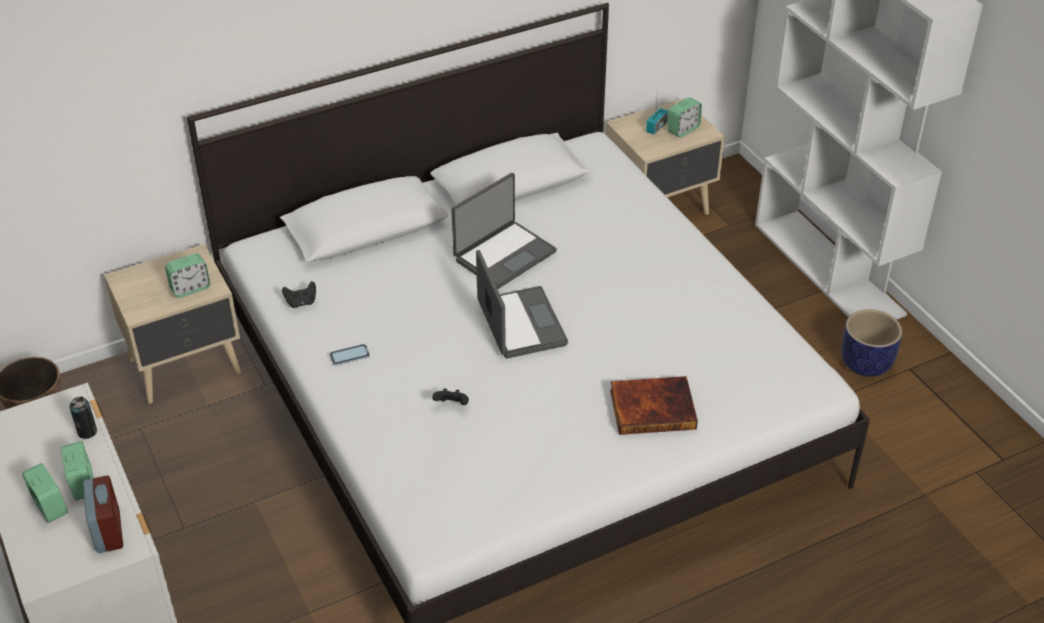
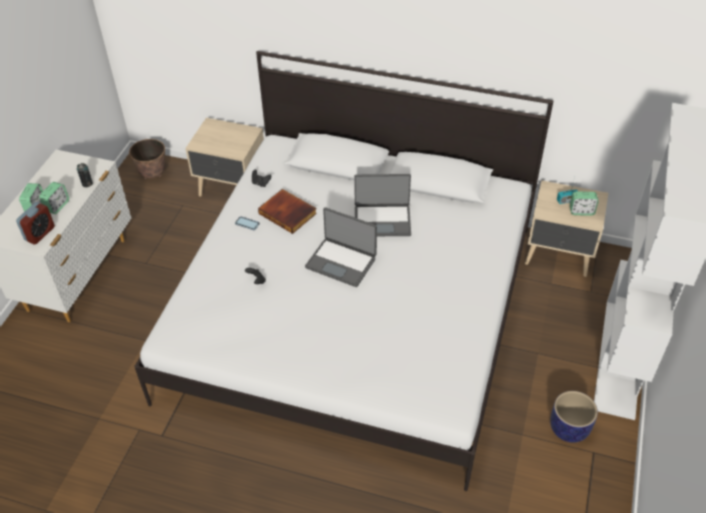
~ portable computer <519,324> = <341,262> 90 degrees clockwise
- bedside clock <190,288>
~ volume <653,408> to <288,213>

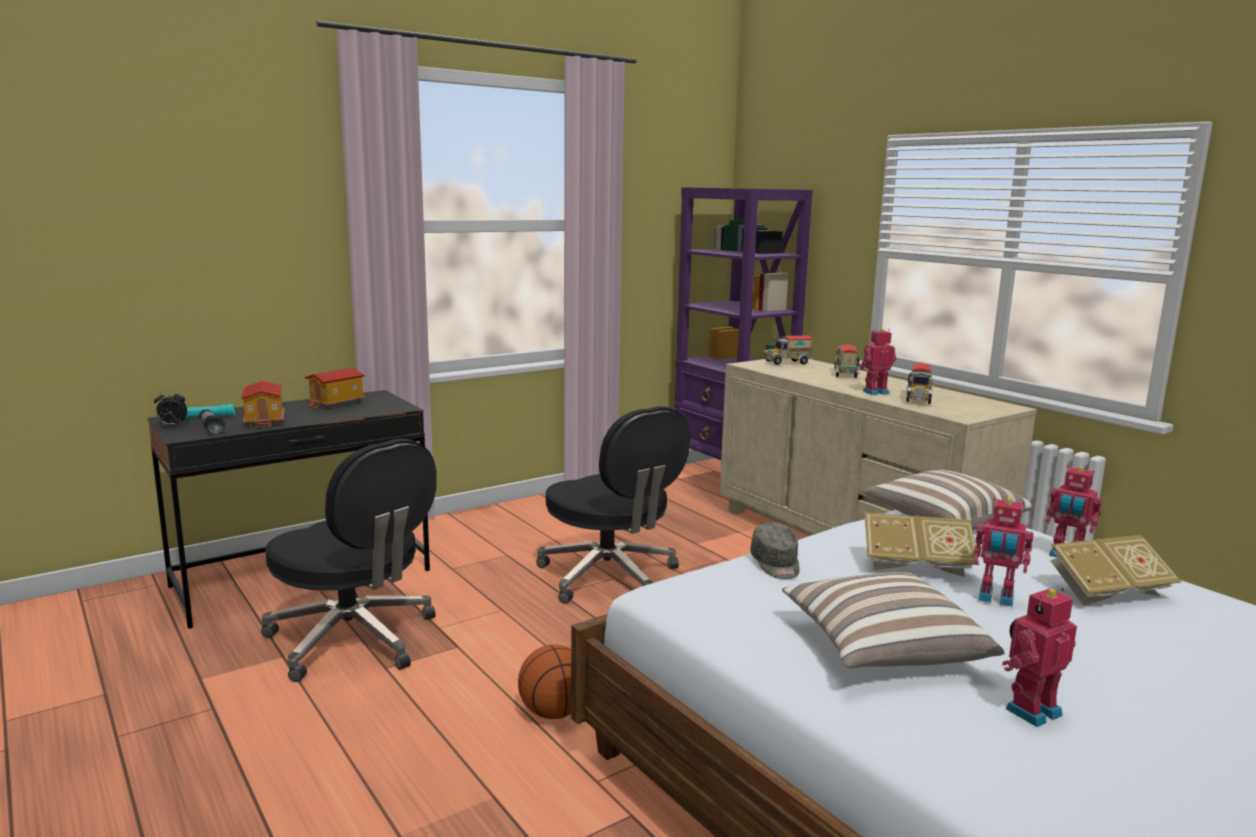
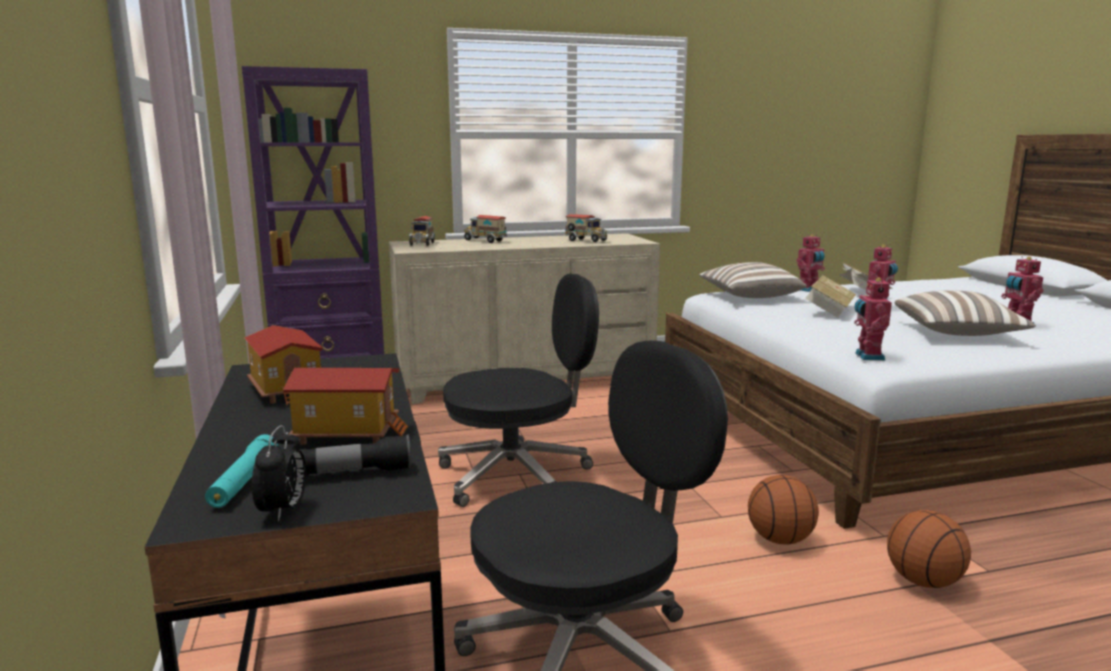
~ toy robot <874,392> to <867,356>
- gray cap <776,564>
+ basketball <923,581>

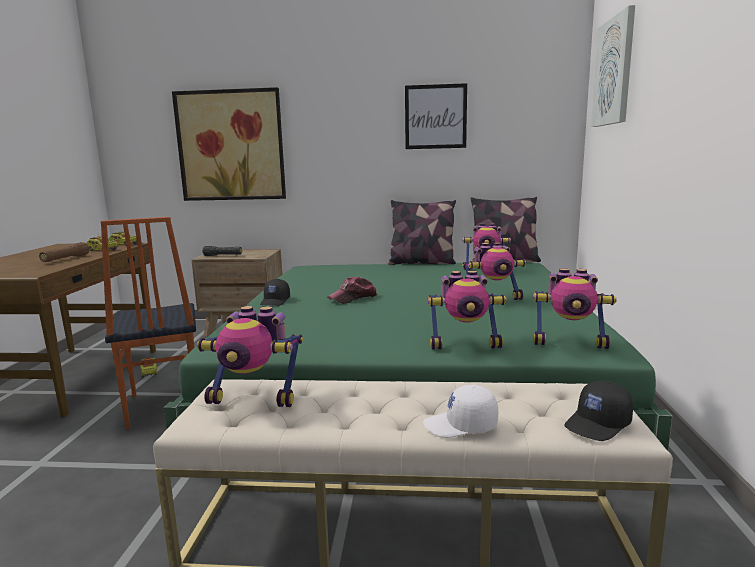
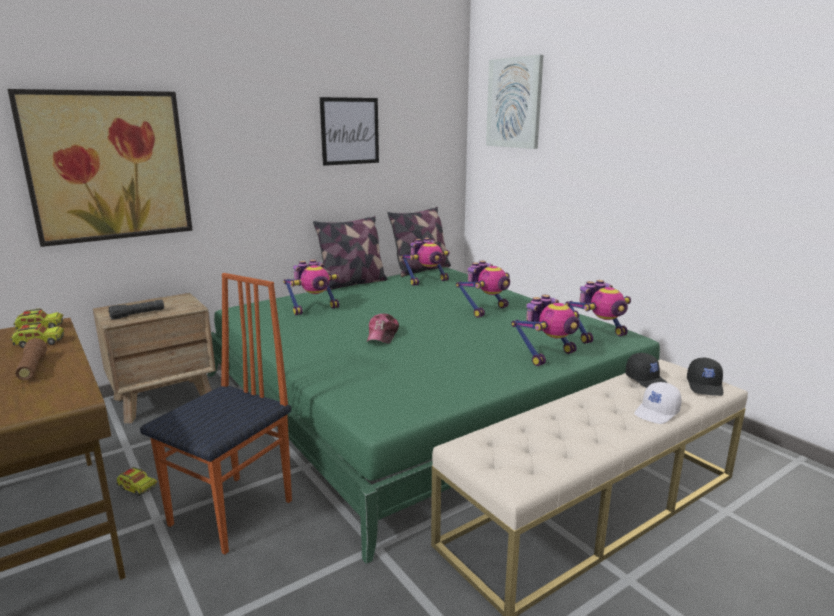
~ plain chair <163,406> = <234,512> 90 degrees counterclockwise
~ blackish cap <275,301> to <647,380>
~ toy robot <254,398> to <314,309>

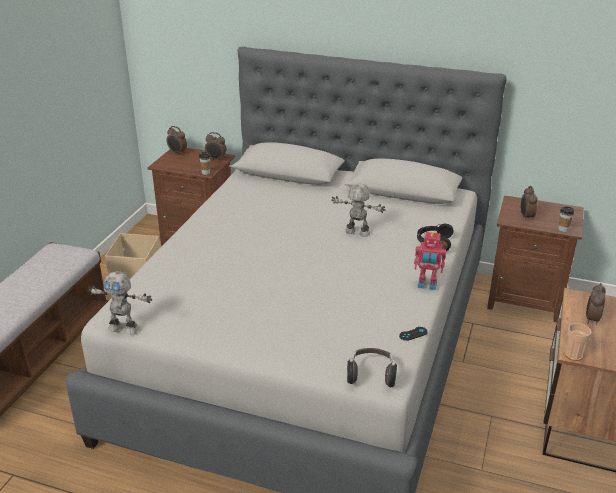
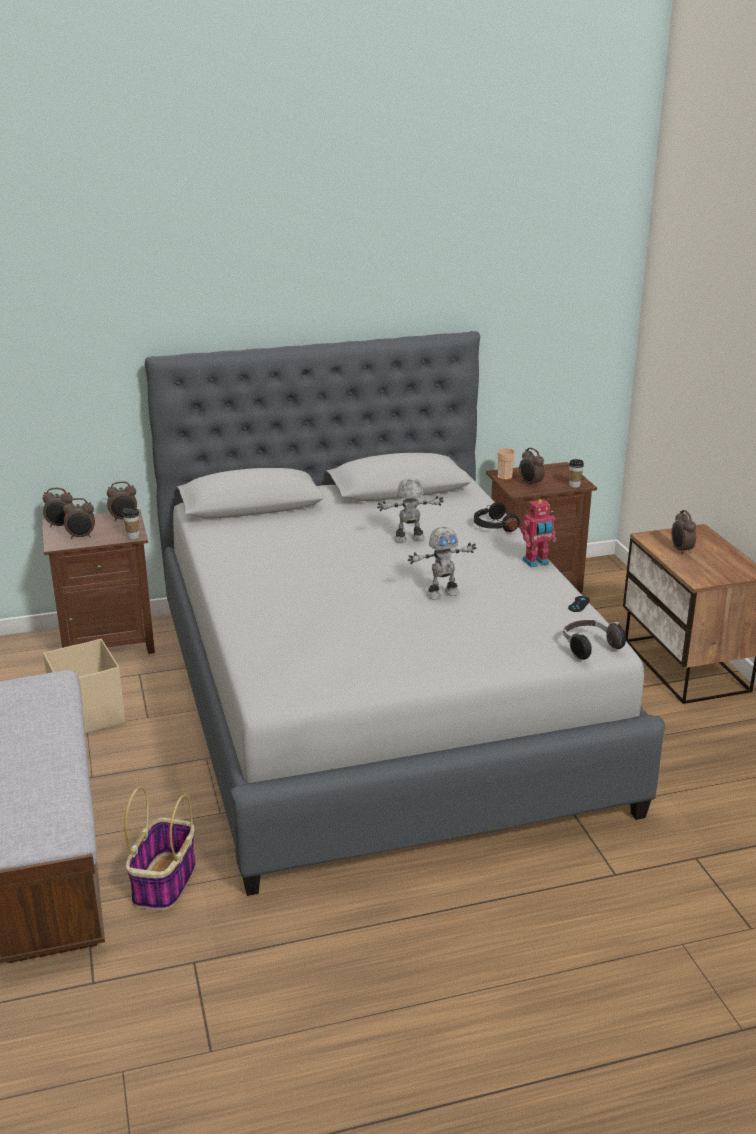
~ toy robot <124,328> to <441,593>
~ small cup <573,355> to <504,477>
+ bedside clock <81,537>
+ basket <164,883>

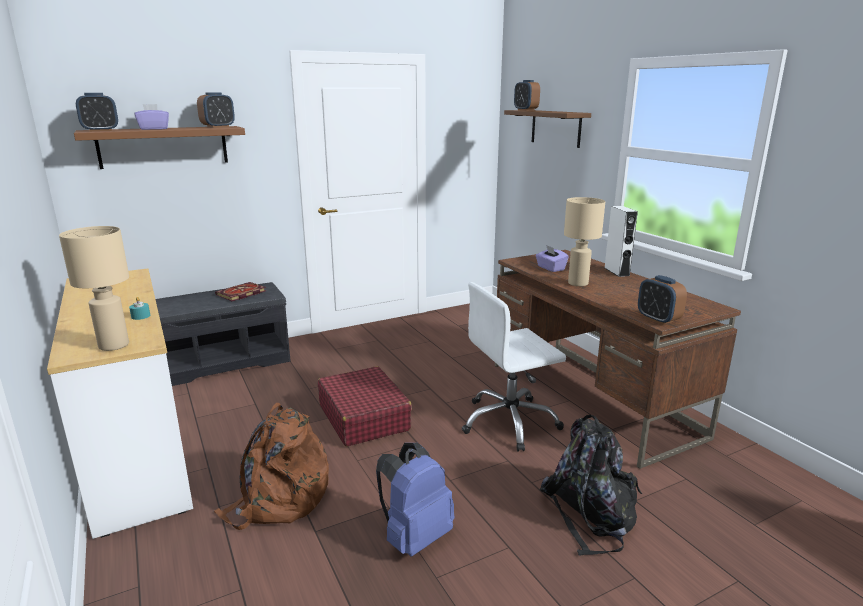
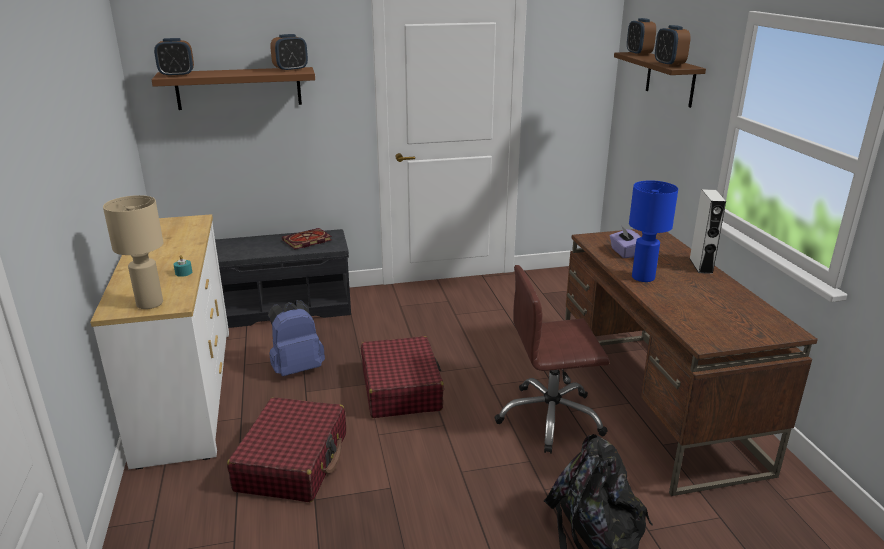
- purple tissue holder <153,129>
~ beige-coloured tabletop lamp <578,283> to blue-coloured tabletop lamp <643,277>
~ bedside clock <658,319> to <669,65>
~ white office chair <509,422> to brown-coloured office chair <550,418>
~ brown-coloured rucksack <279,499> to reddish travel case <293,461>
~ blue-coloured rucksack <414,537> to <297,368>

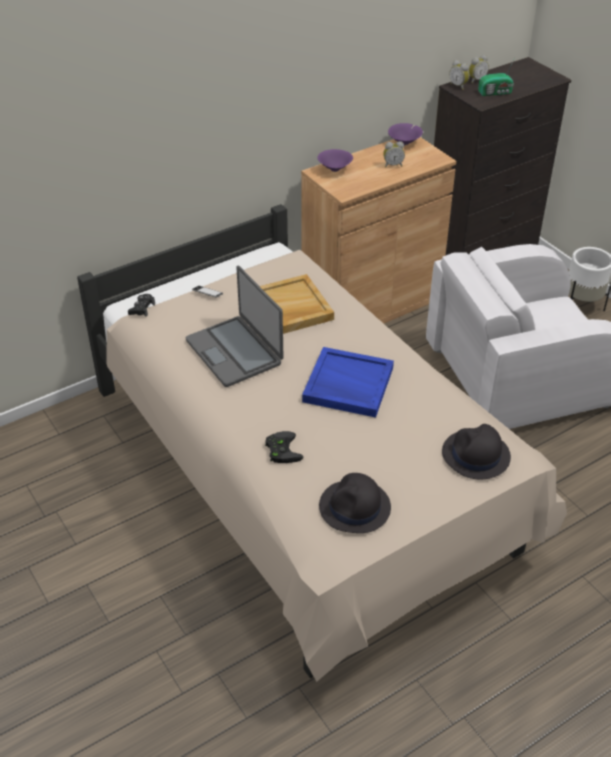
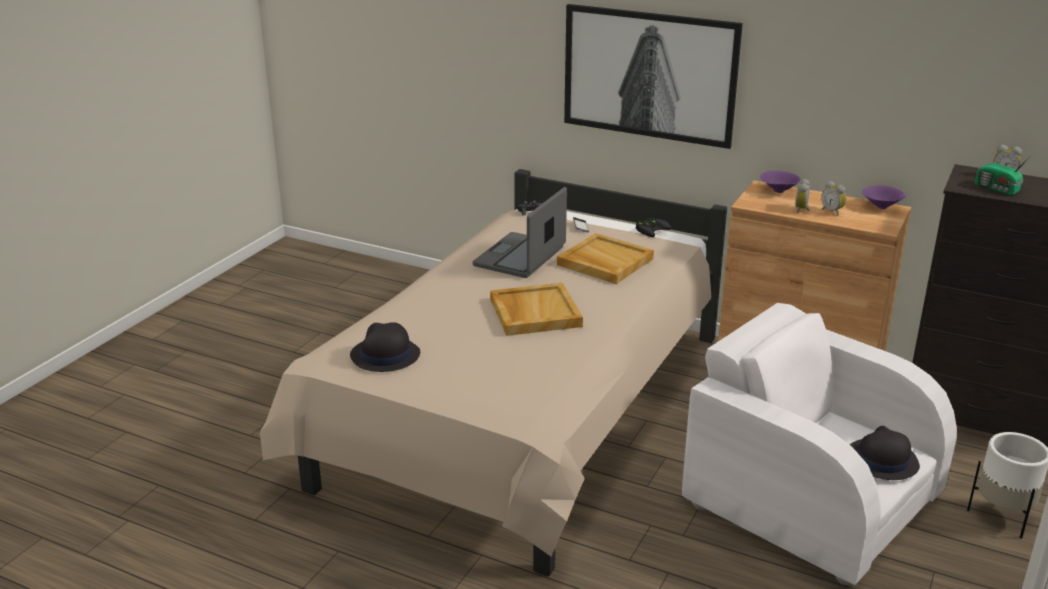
~ bedside clock <458,86> to <802,210>
~ blue-coloured carrying tray <347,385> to beige-coloured carrying tray <534,312>
~ blackish hat <475,455> to <882,460>
~ blackish joypad <281,449> to <651,229>
+ wall picture <649,75>

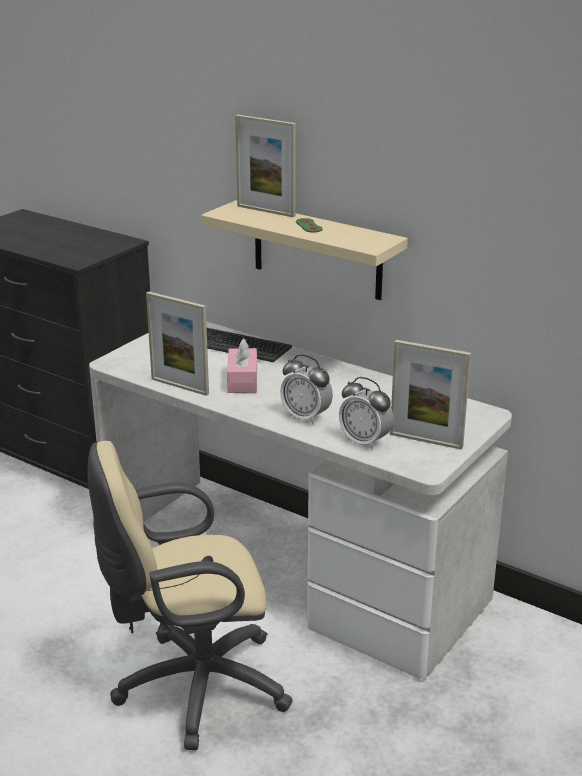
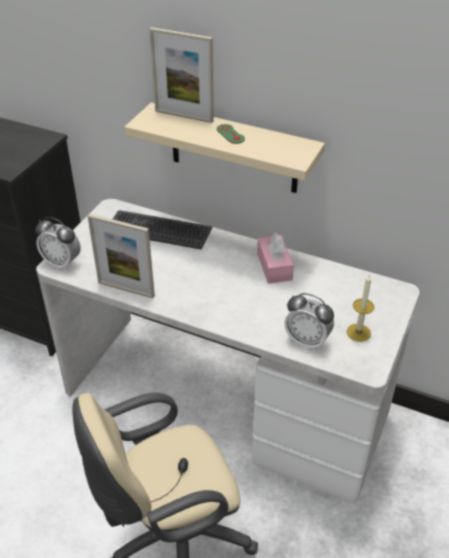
~ pinkish tissue holder <242,380> to <274,266>
~ standing frame <426,441> to wax candle <358,332>
~ bedside clock <306,417> to <62,262>

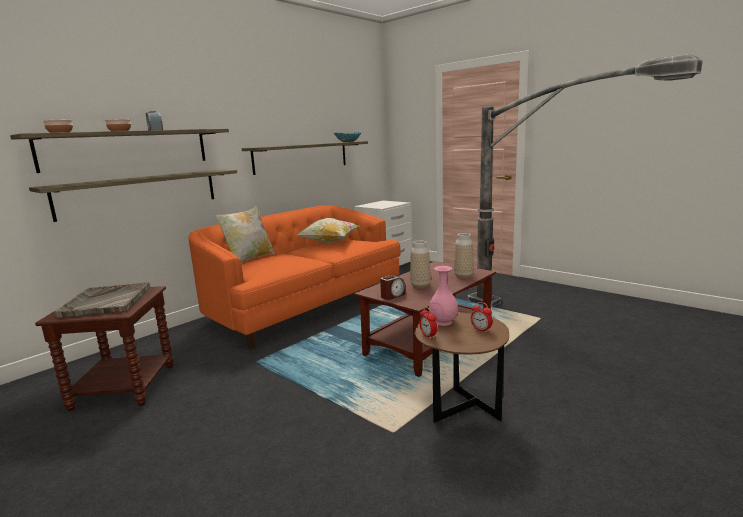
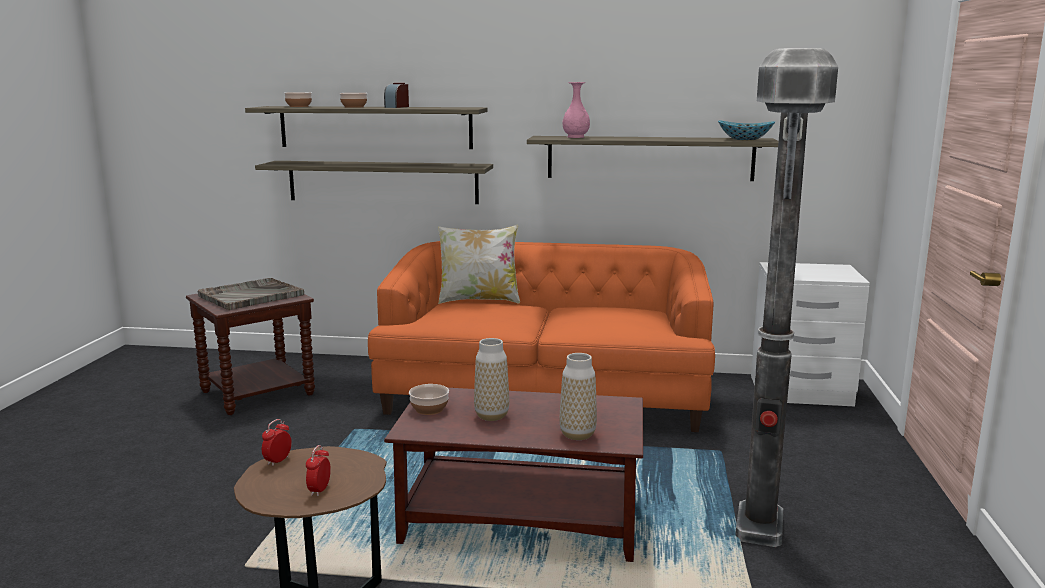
- throw pillow <329,242>
~ pinkish flower vase <443,322> to <576,137>
~ bedside clock <392,296> to bowl <430,409>

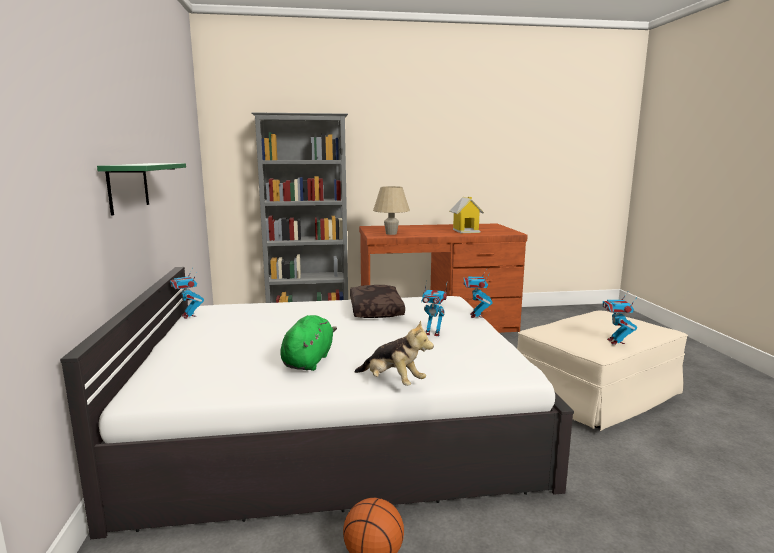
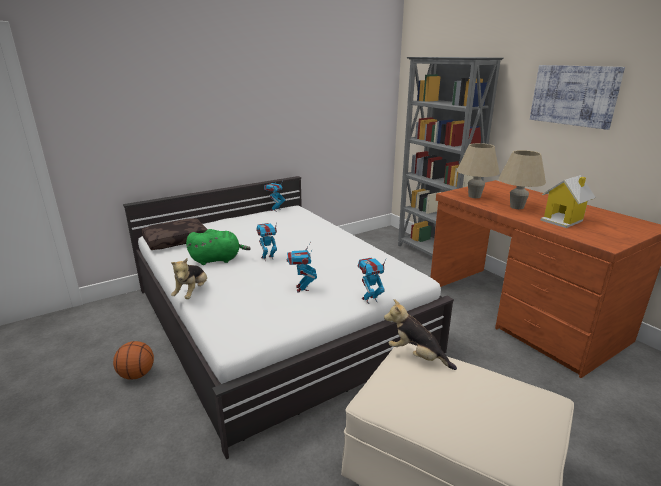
- green-coloured shelf <128,187>
~ brown-coloured throw pillow <374,310> to <176,240>
~ toy robot <616,342> to <268,258>
+ wall picture <573,95>
+ beige-coloured tabletop lamp <516,207>
+ soft toy <416,356>

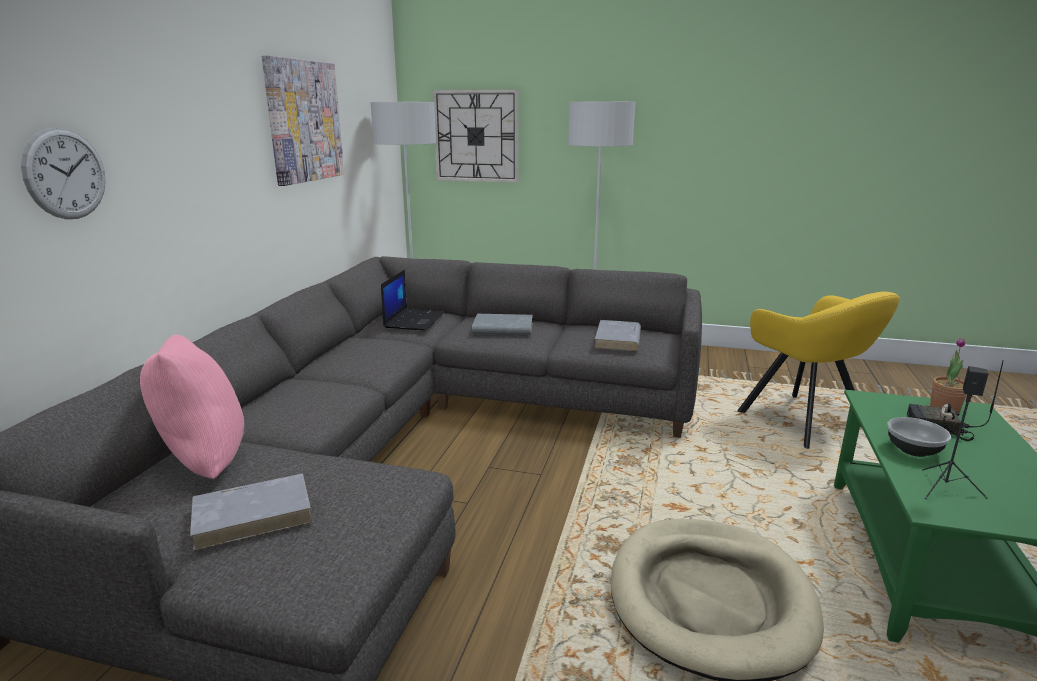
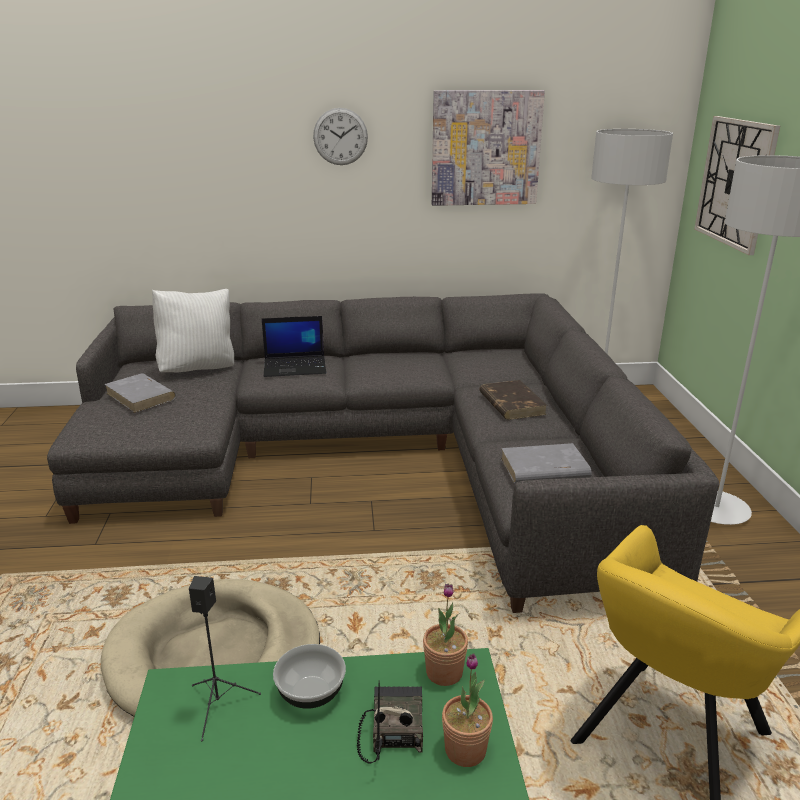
~ clock on the wall <65,174> to <340,136>
~ portable computer <414,320> to <295,366>
~ gray volume <502,328> to brown-coloured volume <511,403>
~ pinkish throw pillow <203,463> to white throw pillow <198,369>
+ potted plant <444,672>

